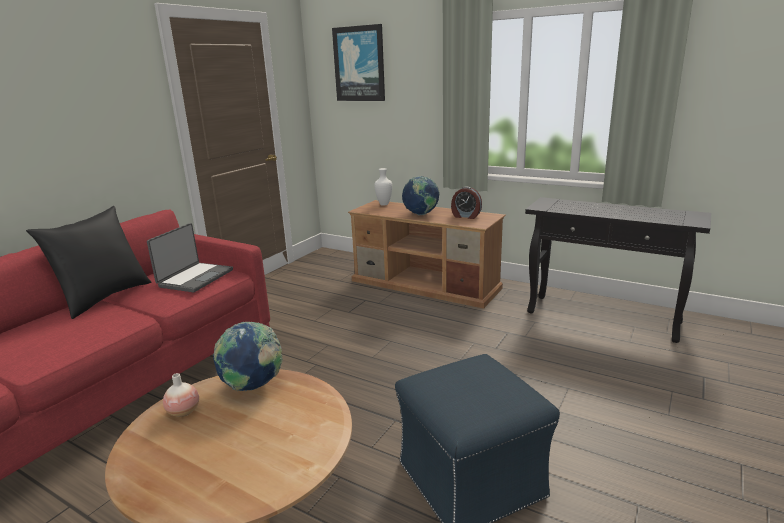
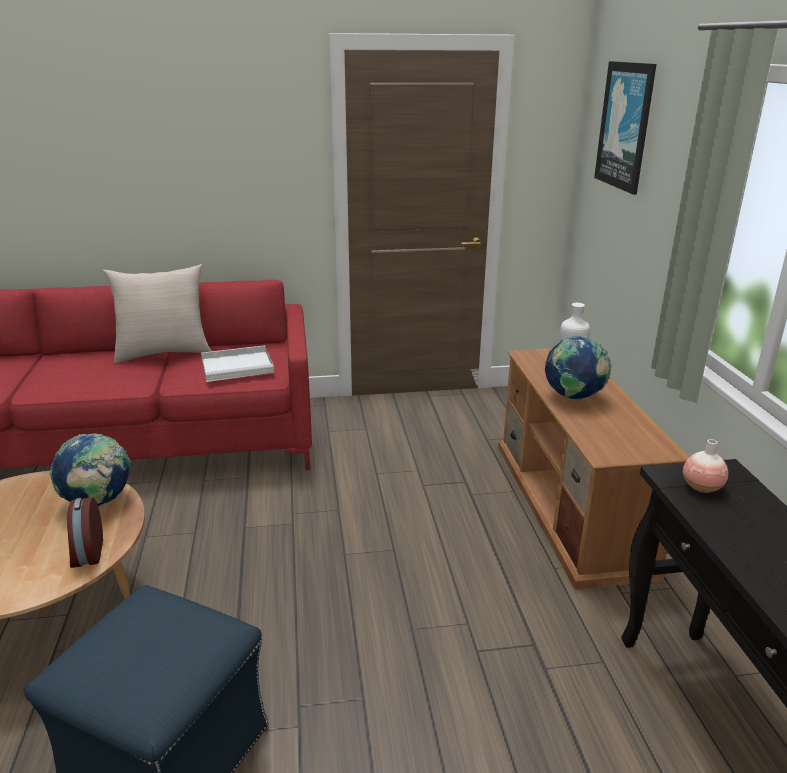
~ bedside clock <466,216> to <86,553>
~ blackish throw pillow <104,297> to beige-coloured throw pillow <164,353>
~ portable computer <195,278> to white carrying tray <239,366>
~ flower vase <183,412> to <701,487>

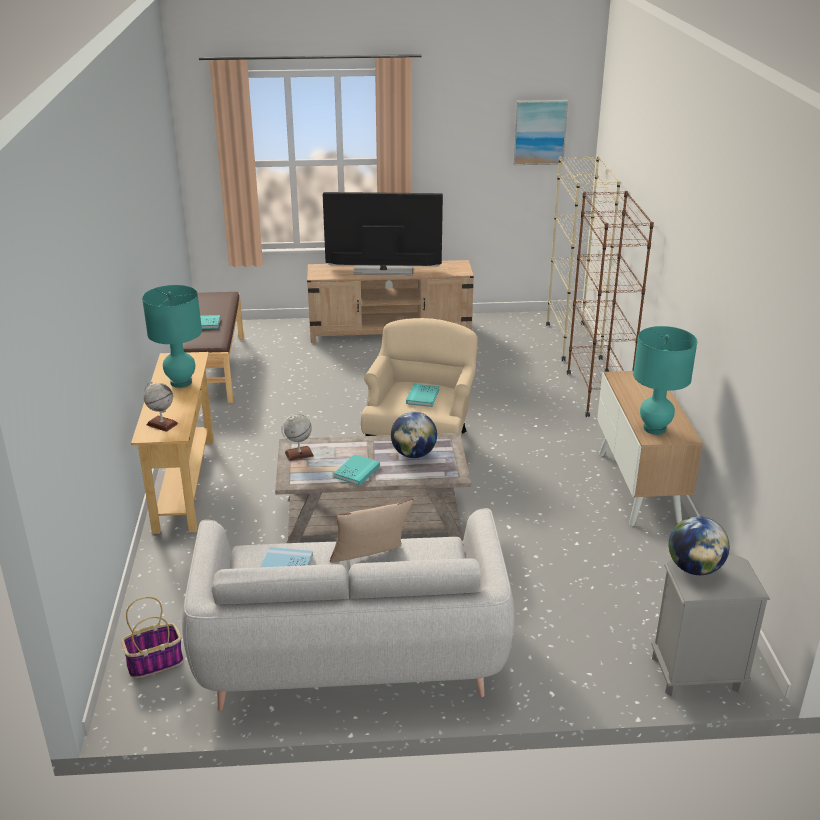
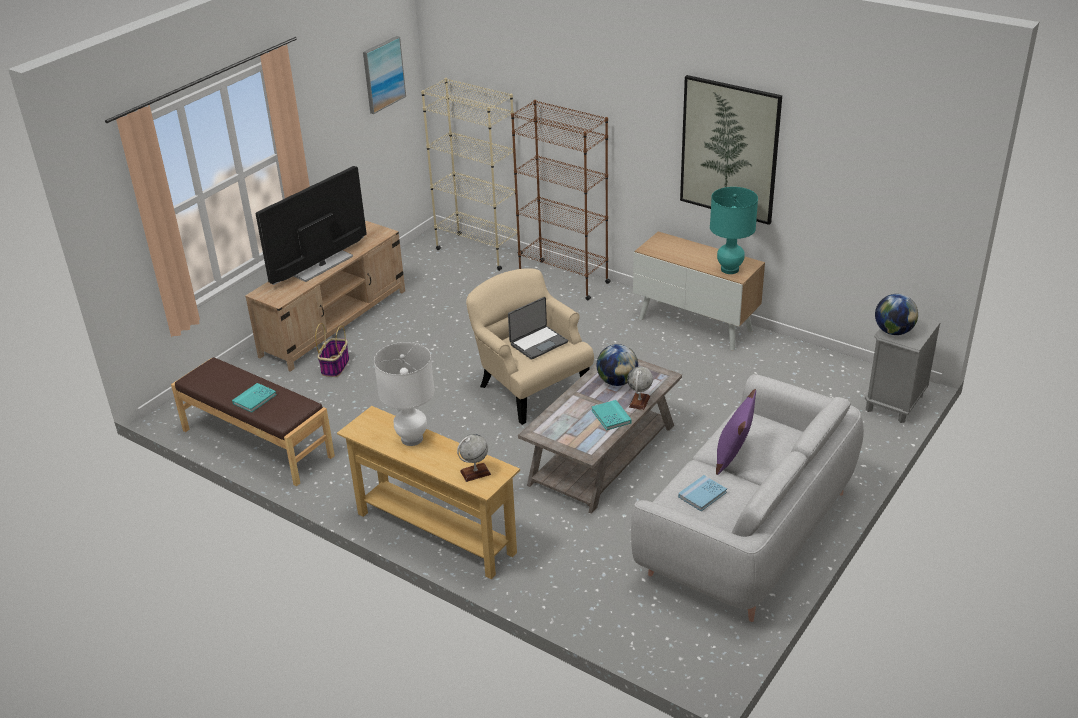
~ turquoise-coloured tabletop lamp <181,382> to white tabletop lamp <412,439>
~ turquoise-coloured volume <422,397> to portable computer <538,343>
~ desk globe <299,454> to <639,402>
~ beige-coloured throw pillow <371,560> to purple throw pillow <733,456>
~ basket <155,662> to <335,366>
+ wall picture <729,149>

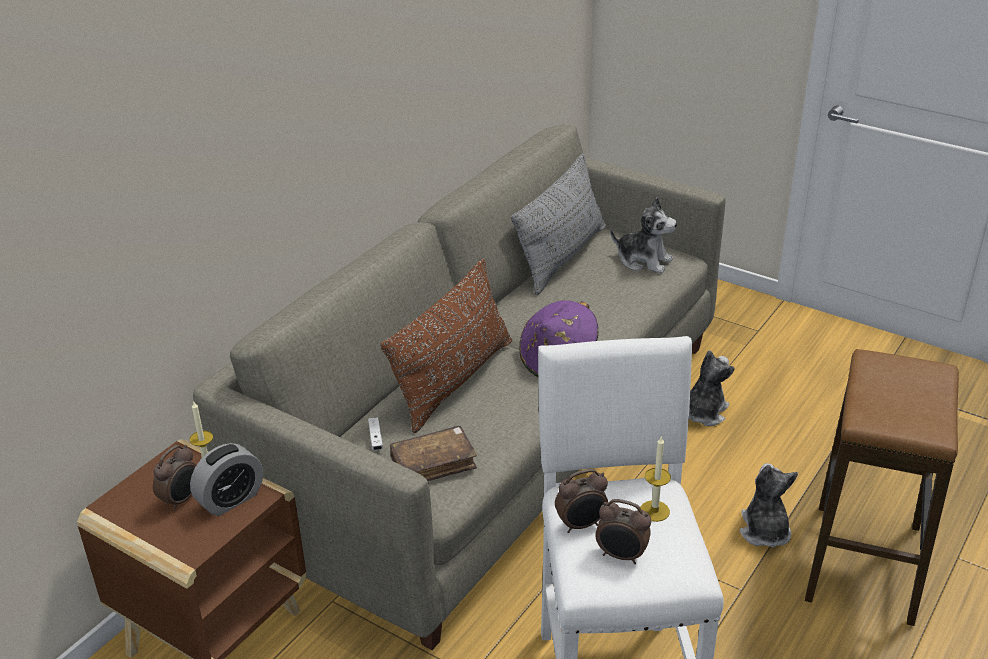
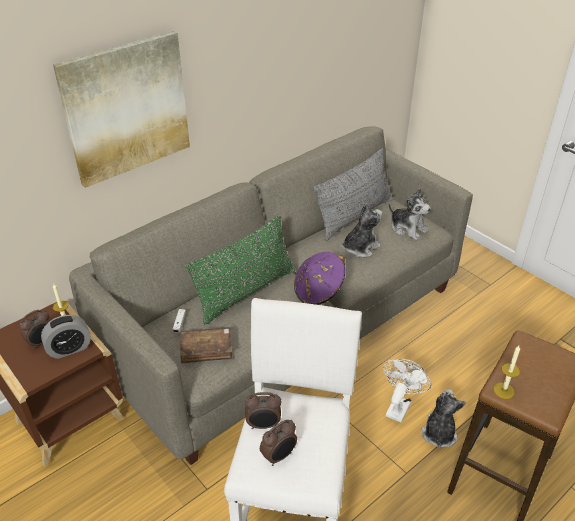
~ brown-coloured throw pillow <454,381> to green-coloured throw pillow <246,292>
~ soft toy <703,413> to <360,248>
~ wax candle <654,511> to <504,390>
~ bedside clock <621,556> = <279,456> 75 degrees counterclockwise
+ wall picture <126,108>
+ white electric fan <399,405>

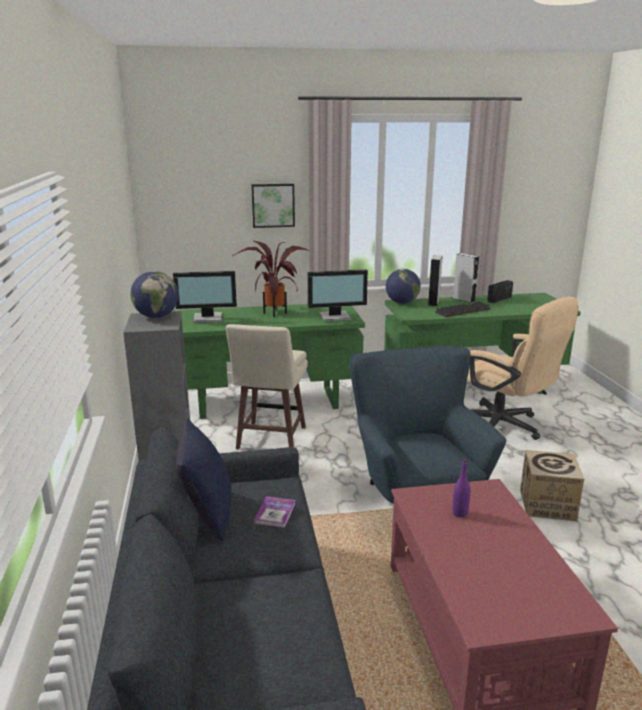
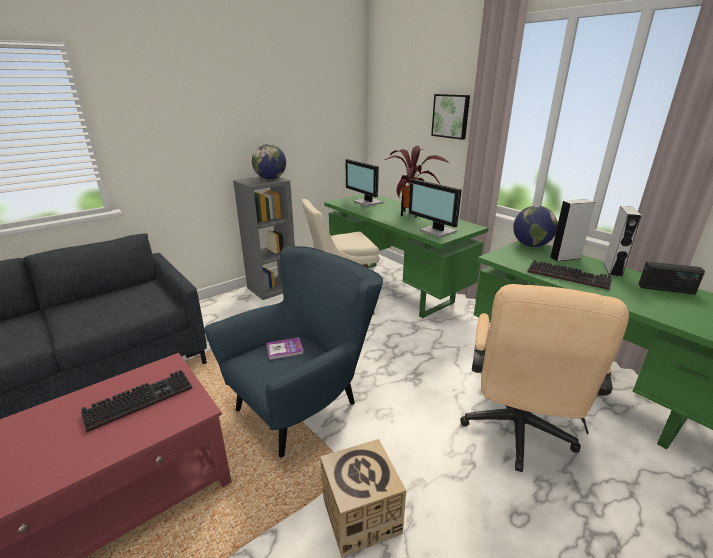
- blue-coloured throw pillow <207,515>
~ purple bottle <460,513> to computer keyboard <140,399>
~ volume <275,513> to <284,349>

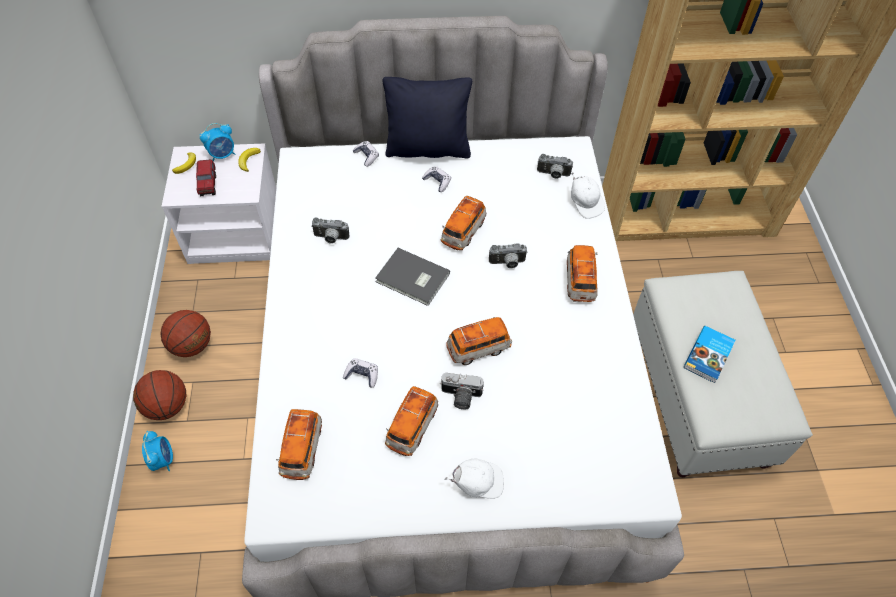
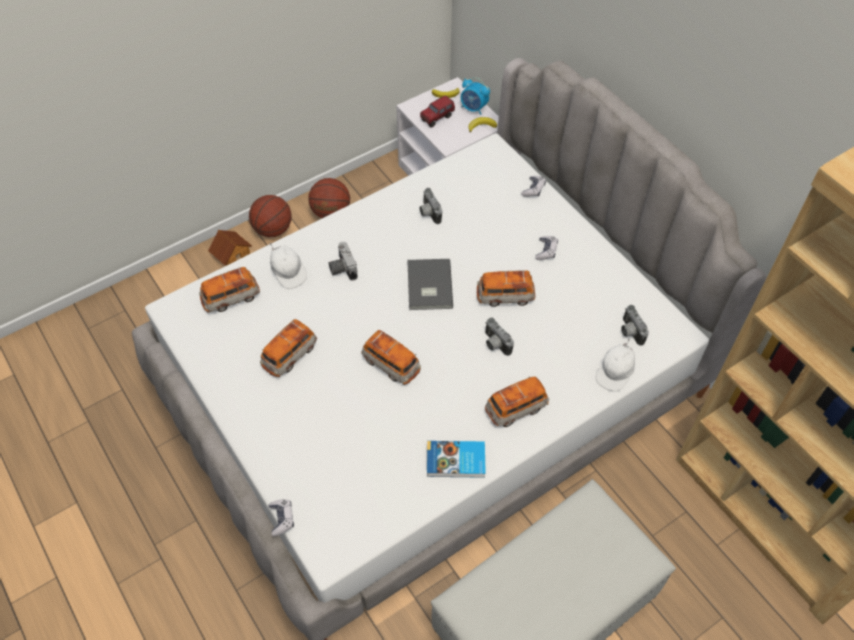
- blackish throw pillow <428,149>
~ volume <709,356> to <456,461>
~ joypad <362,375> to <282,518>
~ photo camera <460,397> to <342,268>
~ toy car <412,427> = <289,355> 45 degrees counterclockwise
~ bedside clock <163,459> to model house <231,253>
~ white cap <477,483> to <288,272>

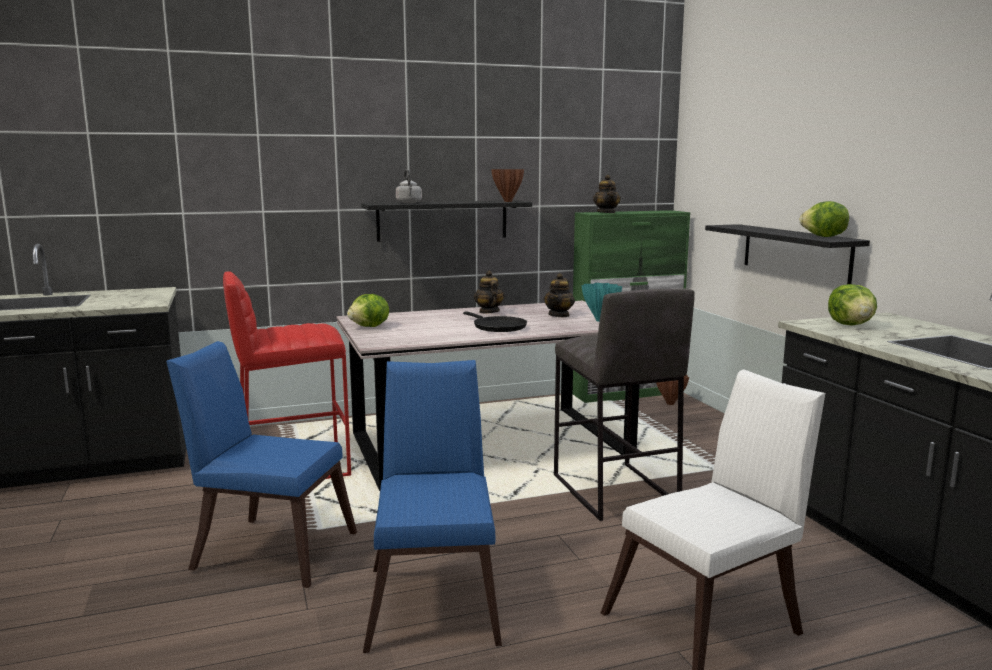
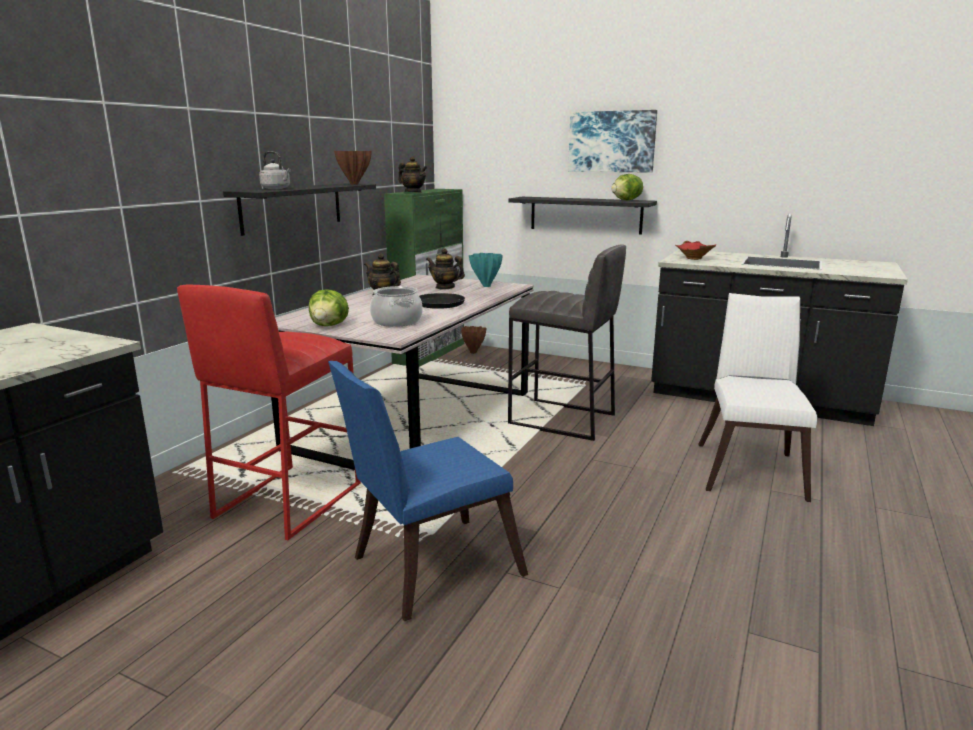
~ pot for tea <559,315> = <445,287> 135 degrees clockwise
~ head of lettuce <851,325> to reddish bowl <695,258>
- blue-coloured plain chair <435,598>
+ wall picture <612,141>
+ saucepot <396,321>

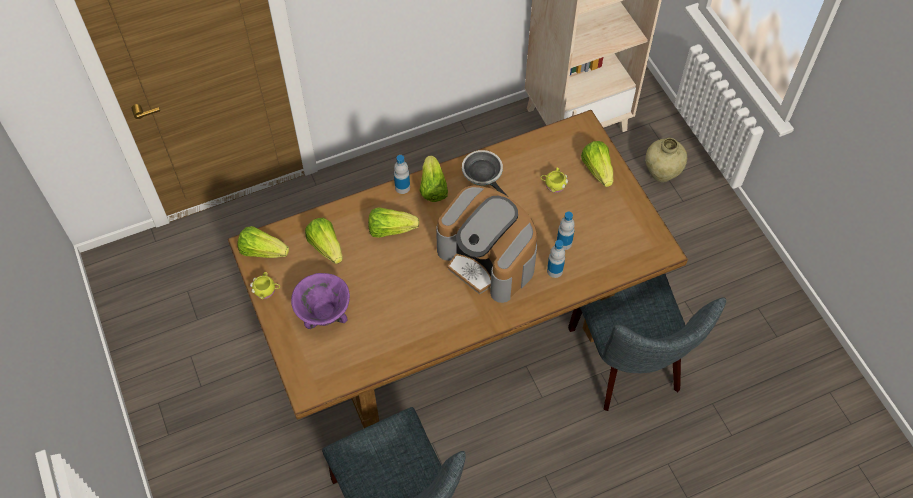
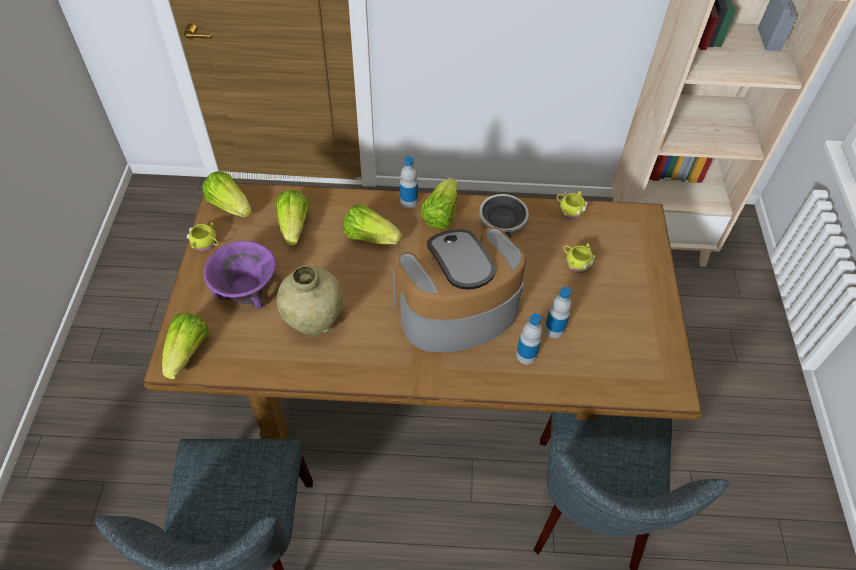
~ beige-coloured flower vase <661,173> to <314,322>
~ head of lettuce <597,170> to <188,352>
~ coffee maker <488,259> = <456,310> 90 degrees clockwise
+ yellow-coloured mug <569,210>

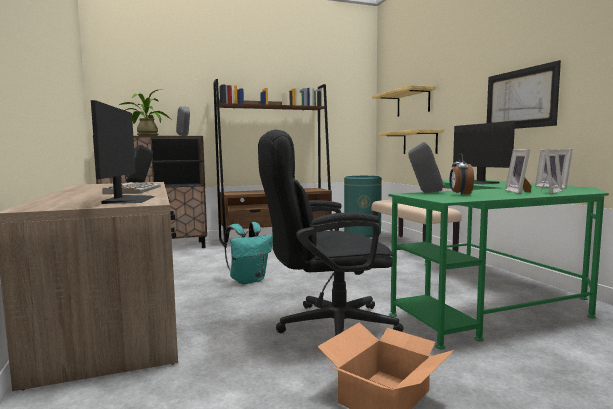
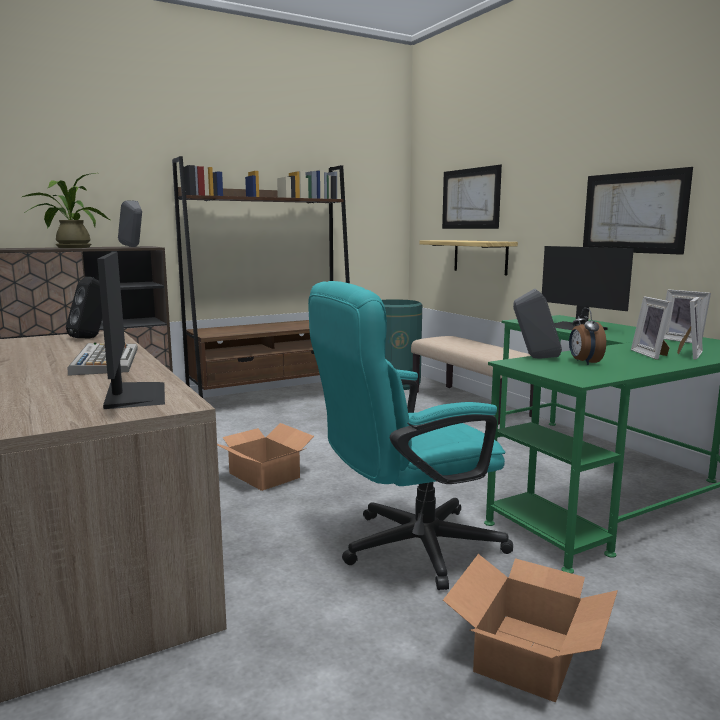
~ shelf <413,103> to wall picture <470,198>
~ blackish office chair <325,326> to turquoise-coloured office chair <407,548>
~ turquoise-coloured rucksack <248,280> to carton <264,475>

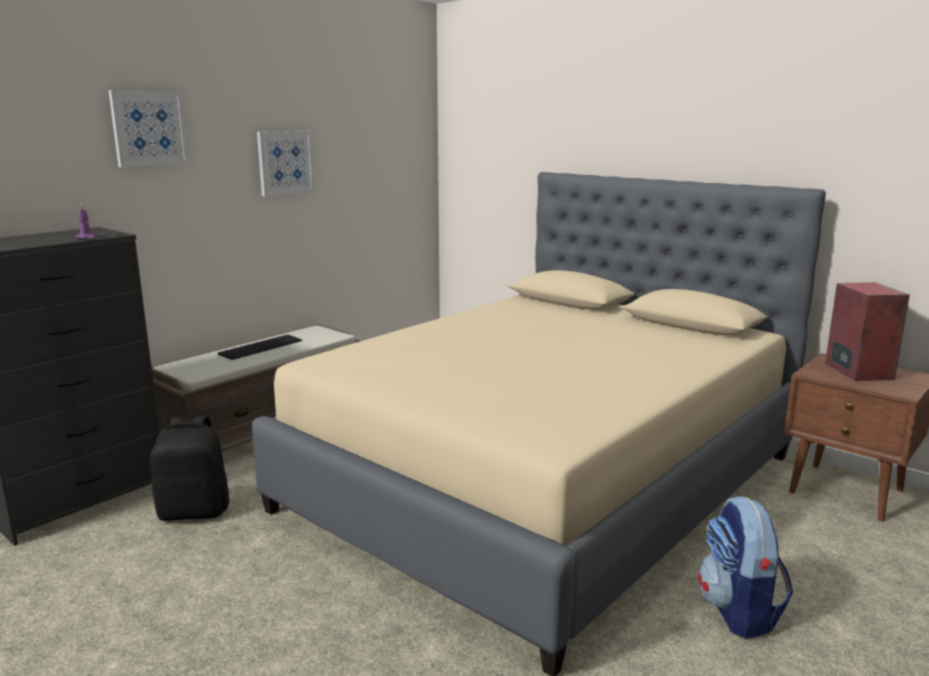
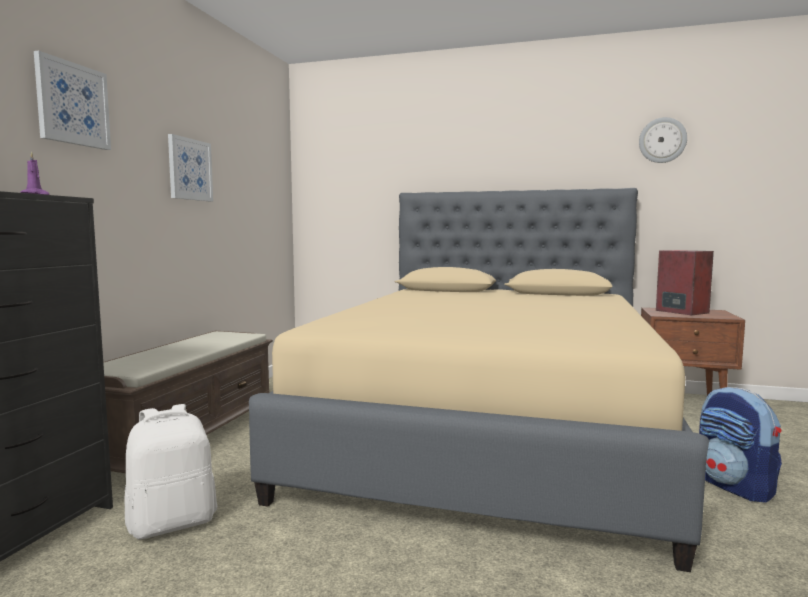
- computer keyboard <261,347>
~ blackish rucksack <194,511> to white rucksack <173,523>
+ clock on the wall <662,140>

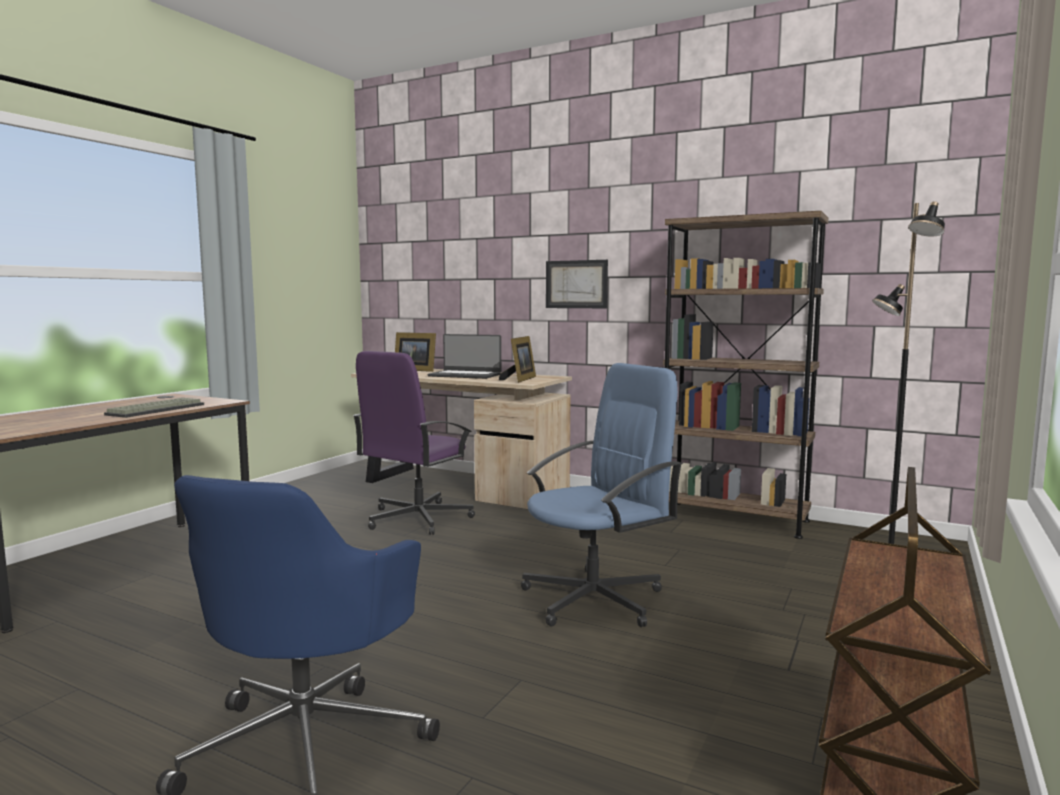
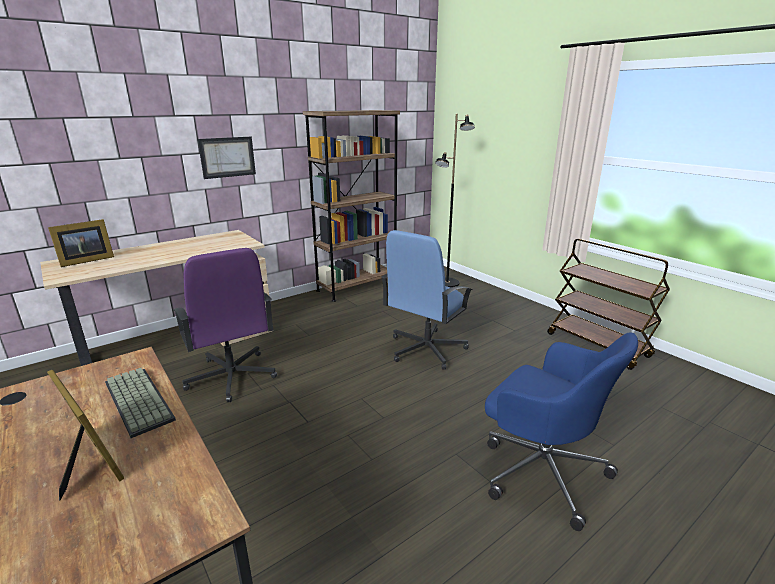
- portable computer <465,375>
~ standing frame <520,379> to <90,463>
~ blue-coloured office chair <595,599> = <425,349> 135 degrees counterclockwise

